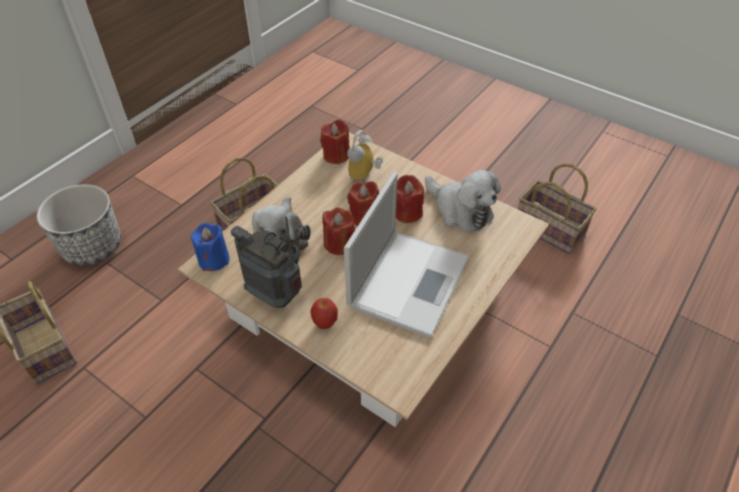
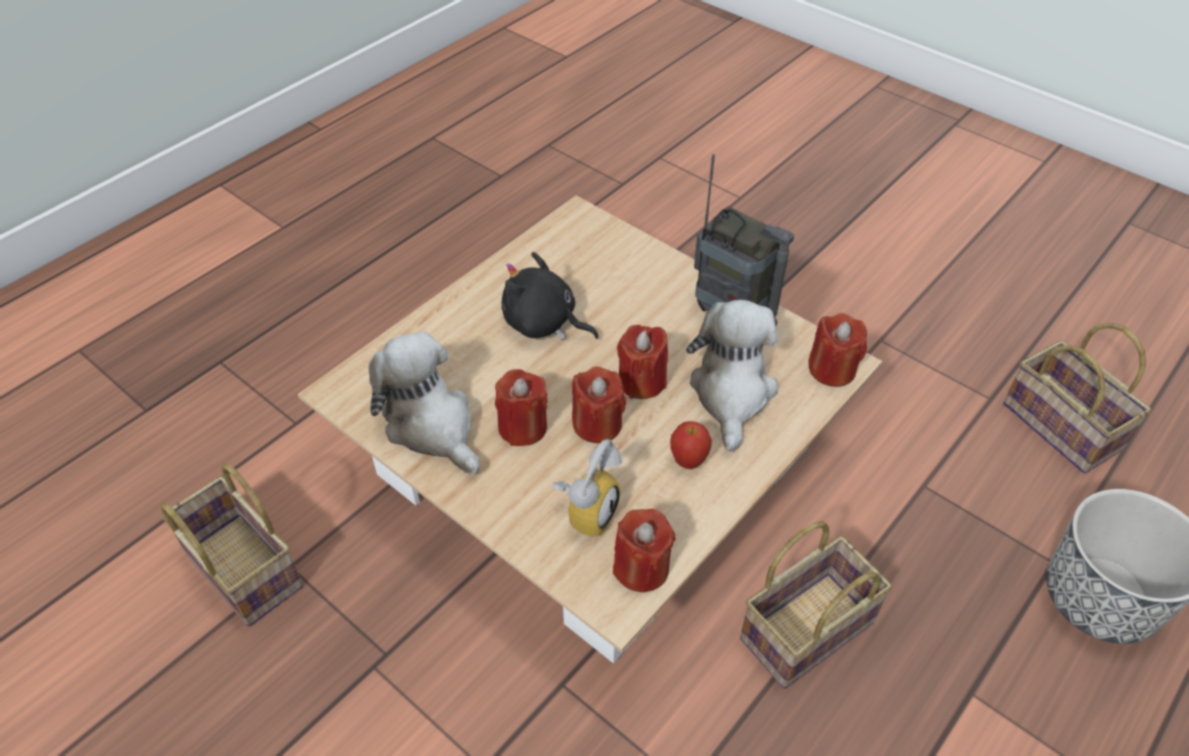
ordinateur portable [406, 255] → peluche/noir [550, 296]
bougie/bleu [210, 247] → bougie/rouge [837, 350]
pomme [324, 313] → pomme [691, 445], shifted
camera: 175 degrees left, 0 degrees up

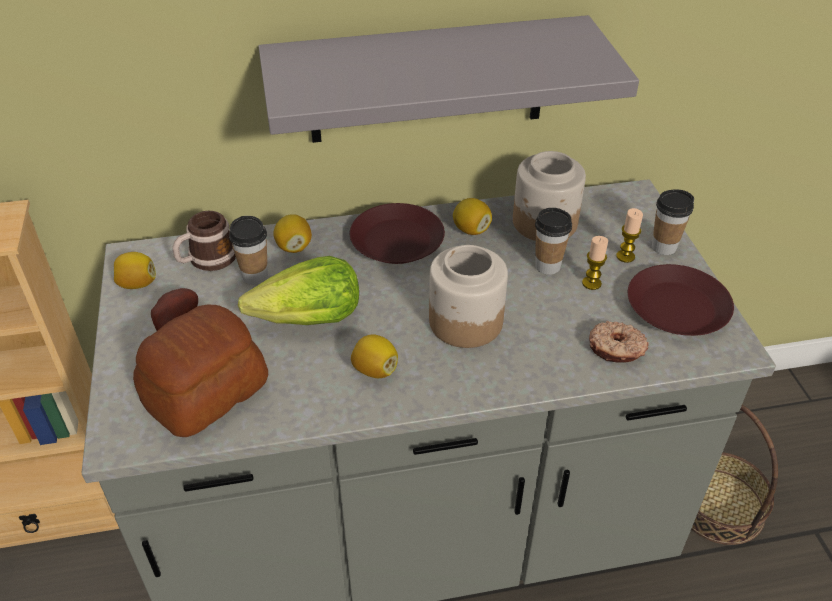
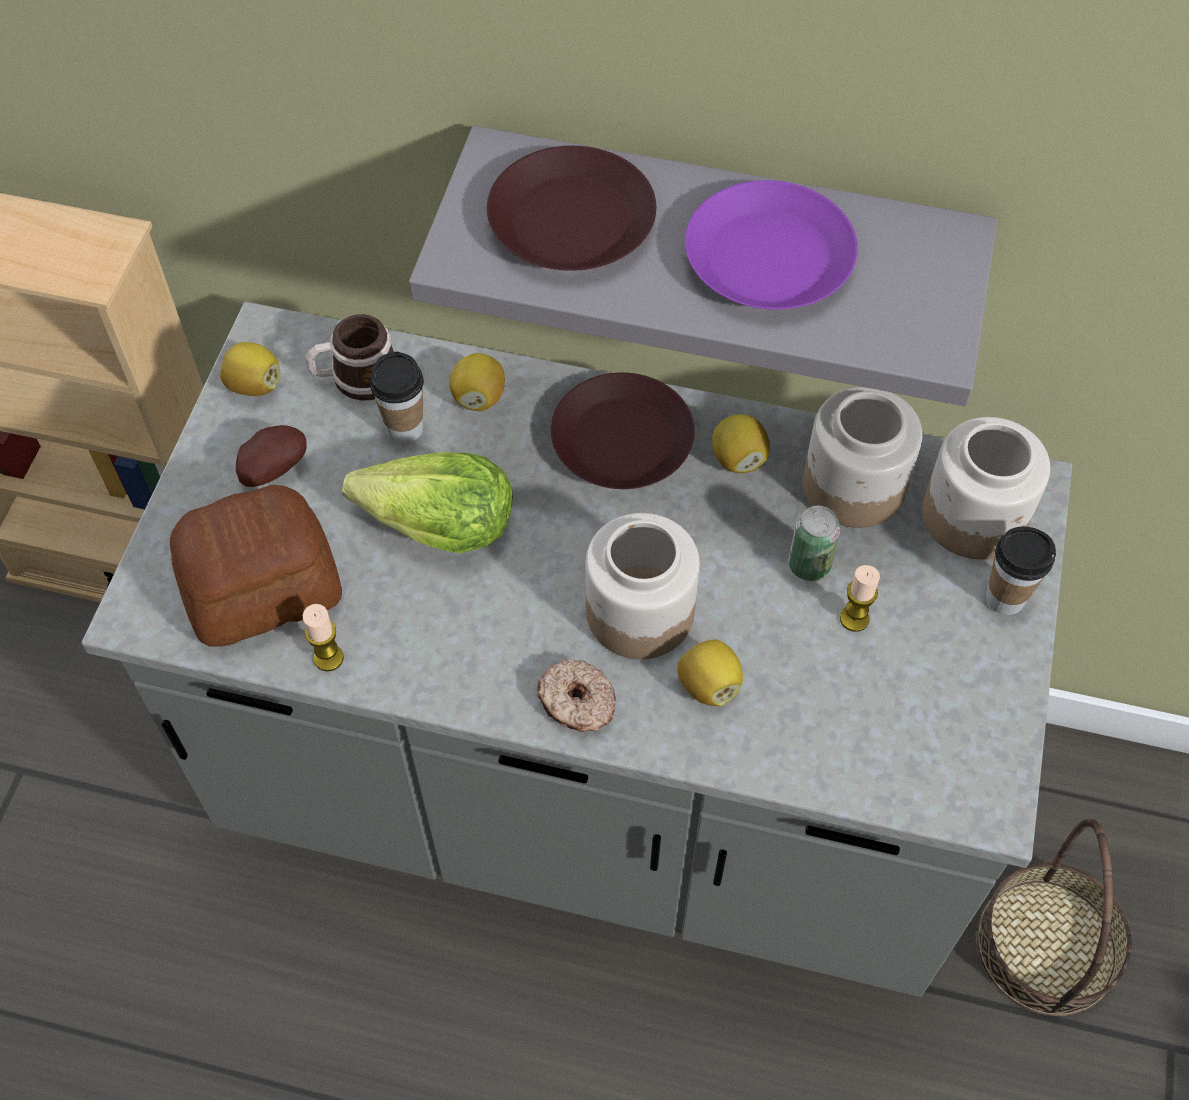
tasse [553, 241] → boîte métallique [814, 543]
bougie [629, 235] → bougie [323, 637], shifted
assiette/marron [681, 300] → assiette/marron [571, 208], shifted
beignet [619, 342] → beignet [576, 695], shifted
citron [374, 356] → citron [710, 673], shifted
- → assiette/violet [771, 245]
- → bocal [986, 488]
camera: 25 degrees right, 15 degrees up

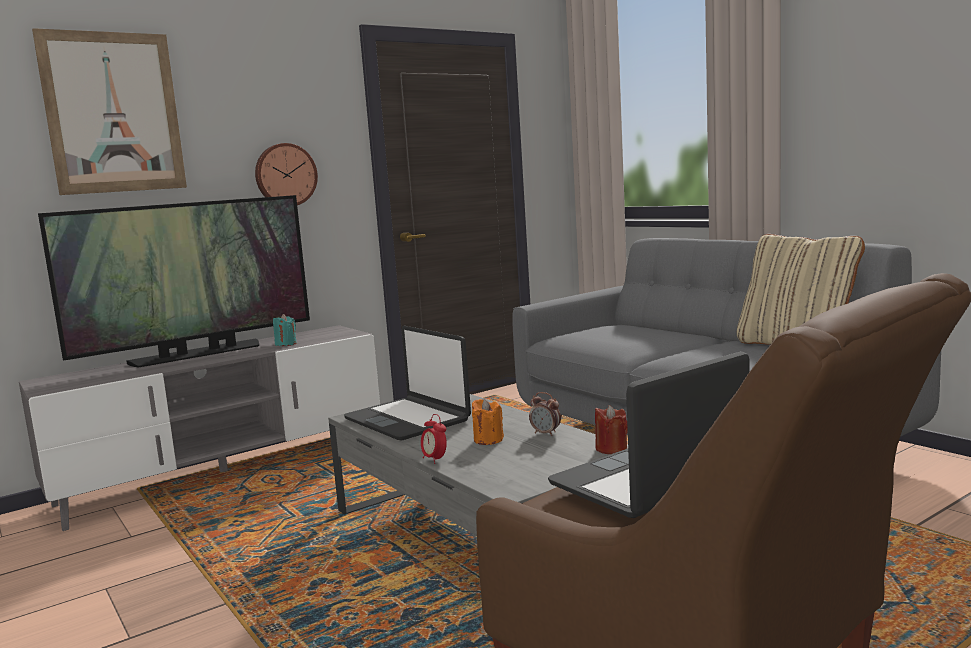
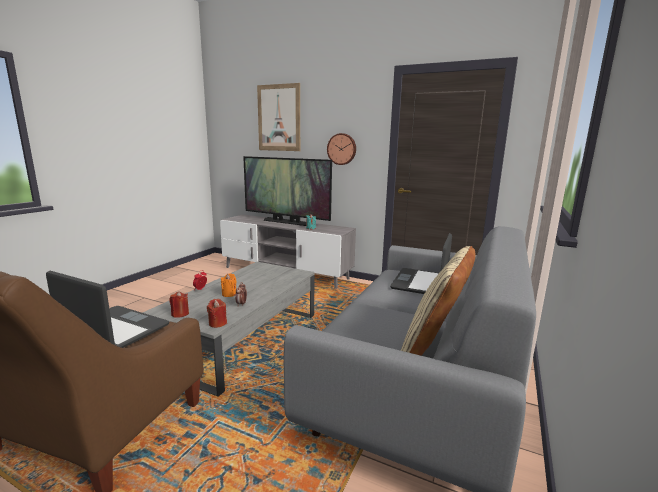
ordinateur portable [407, 383] → ordinateur portable [421, 263], shifted
- → bougie/rouge [179, 305]
camera: 60 degrees right, 5 degrees up

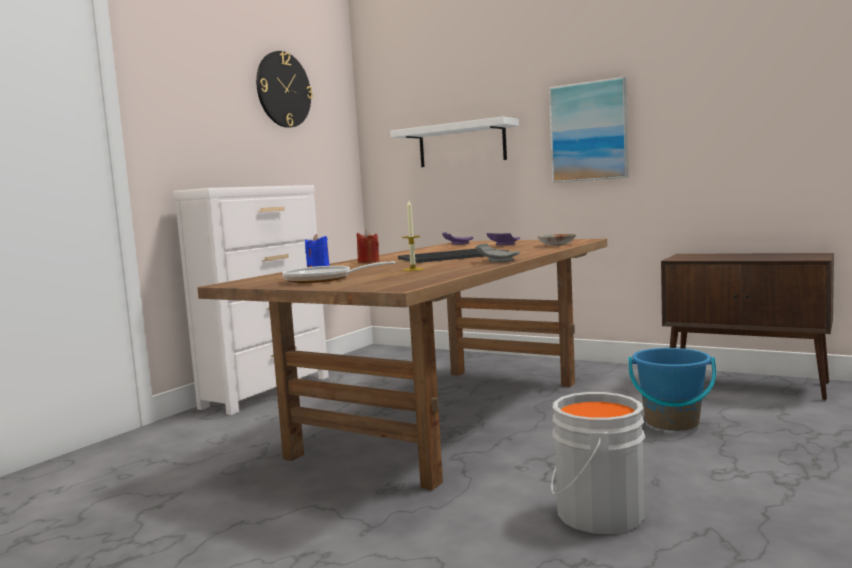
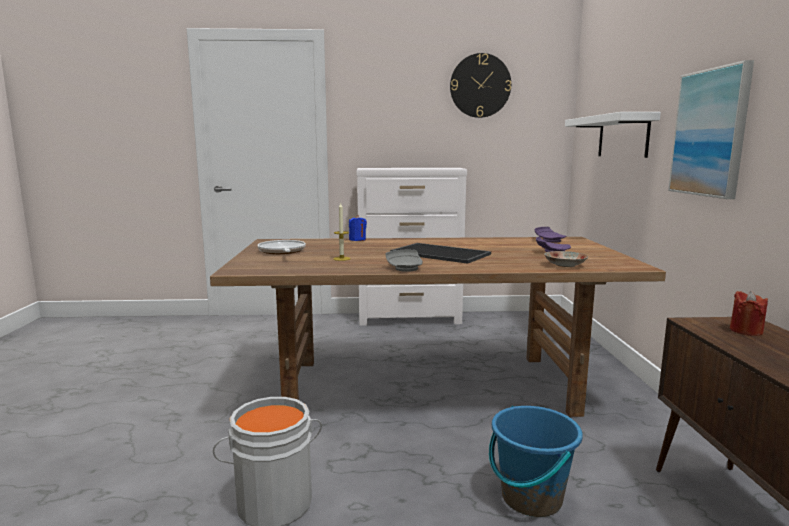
bougie/rouge [368, 246] → bougie/rouge [749, 313], shifted
camera: 55 degrees right, 5 degrees up

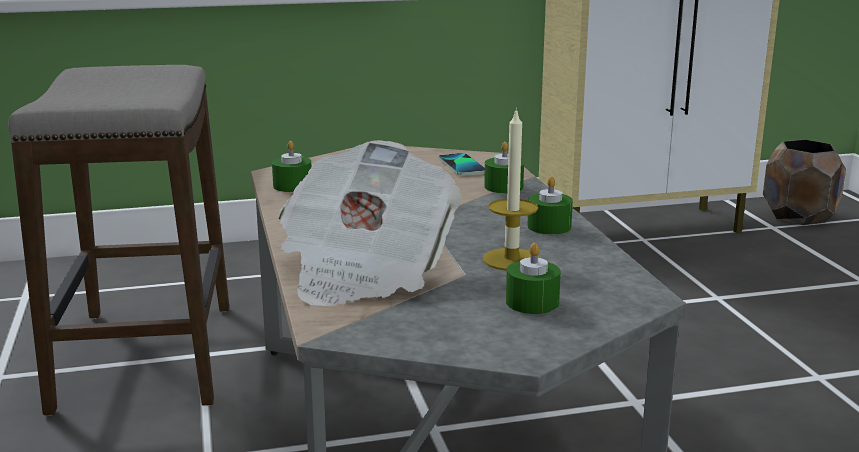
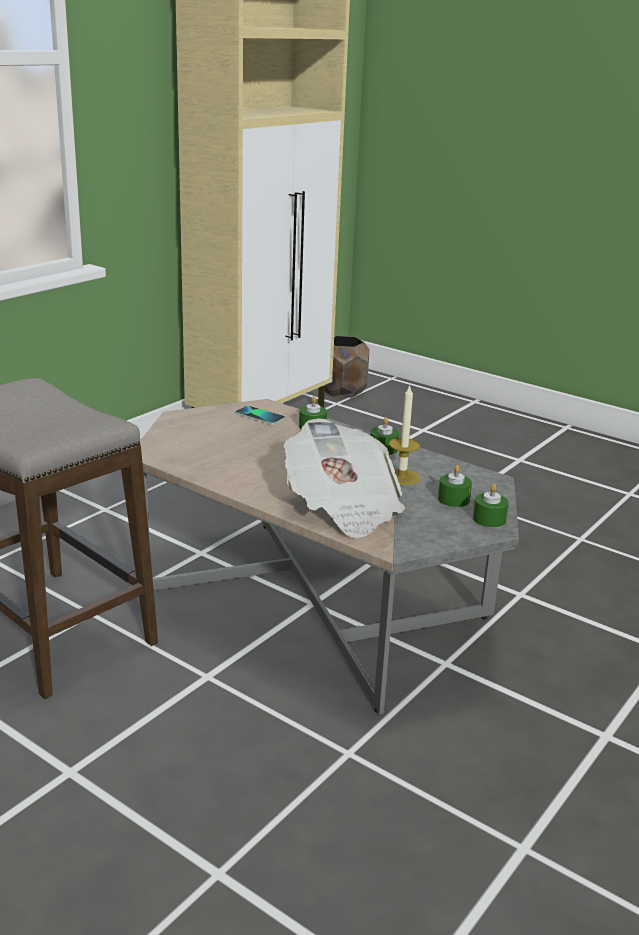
bougie/vert [291, 166] → bougie/vert [491, 506], shifted
camera: 40 degrees left, 5 degrees up

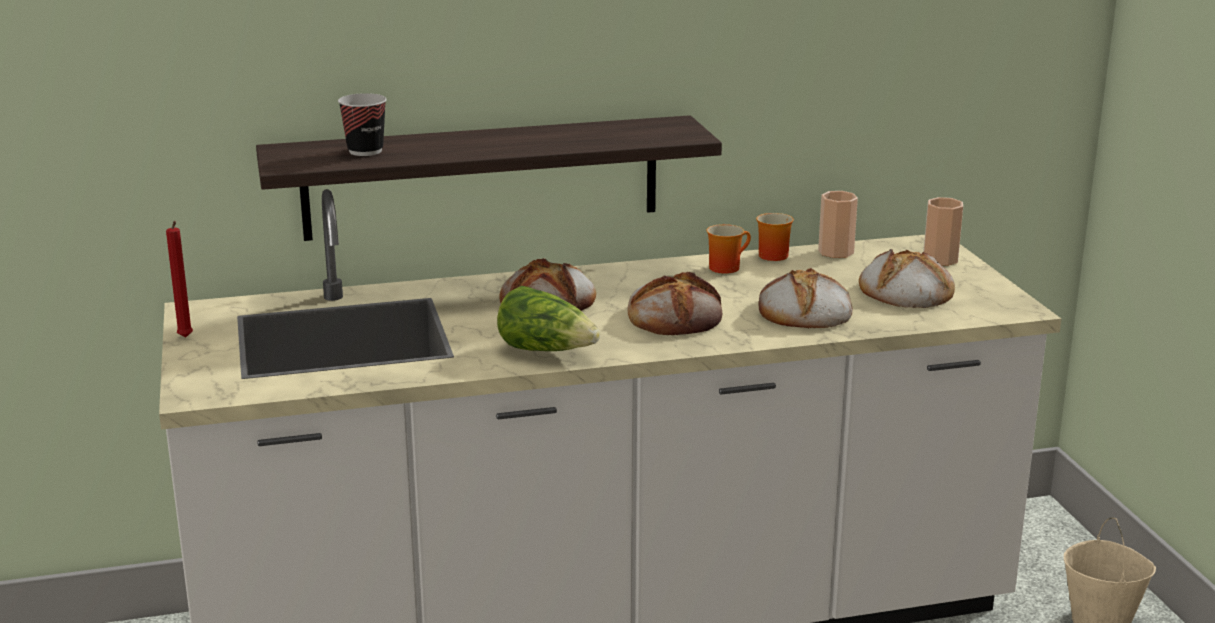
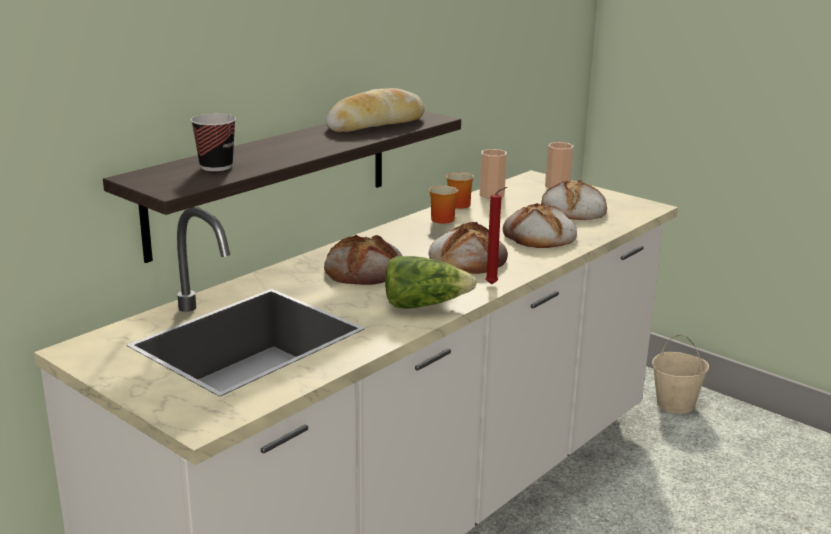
bougie/rouge [179, 279] → bougie/rouge [496, 236], shifted
- → pain [375, 110]
camera: 35 degrees left, 0 degrees up

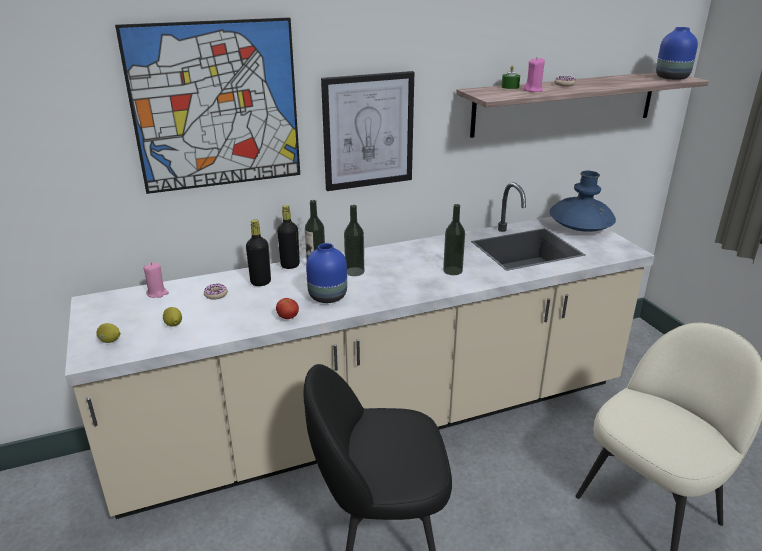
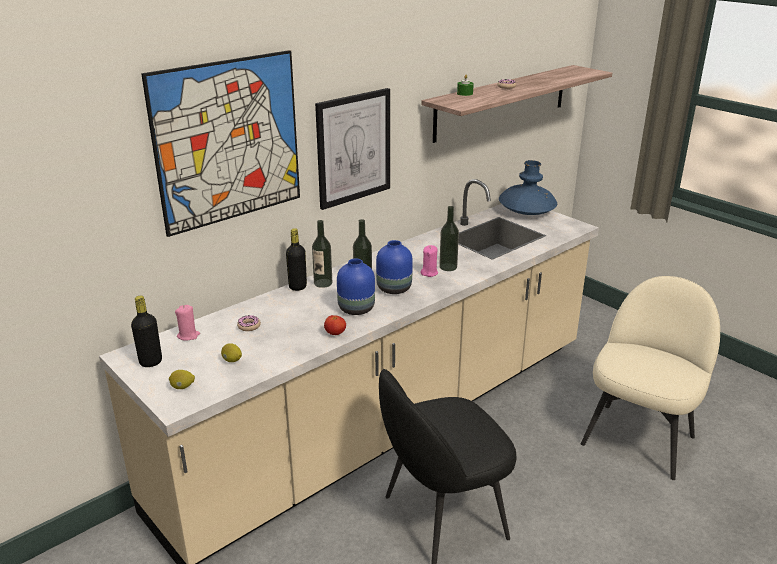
vase/bleu [677, 53] → vase/bleu [394, 267], shifted
bougie/rose [534, 75] → bougie/rose [429, 261], shifted
bouteille/noir [258, 253] → bouteille/noir [146, 331], shifted
camera: 20 degrees left, 0 degrees up

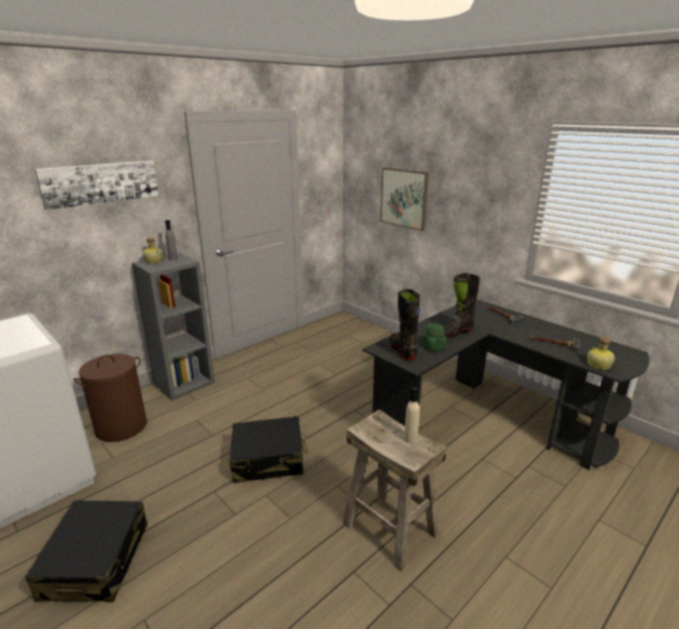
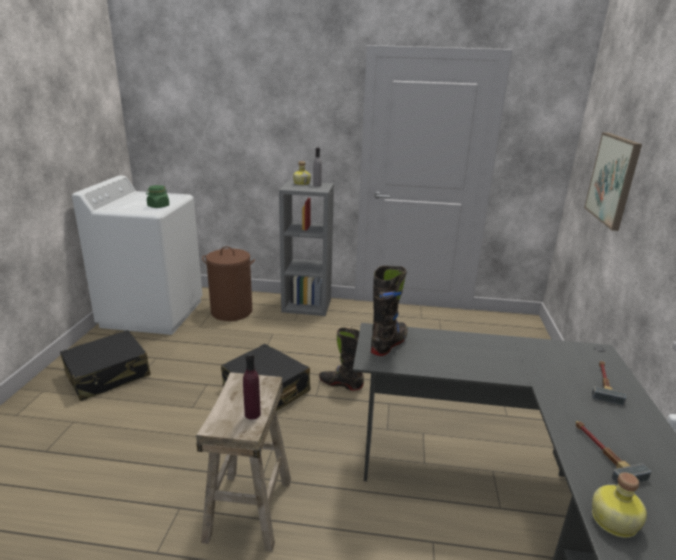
tableau [96, 185] → -
botte/noir [461, 305] → botte/noir [341, 358], shifted
bocal/vert [434, 337] → bocal/vert [157, 196], shifted
bouteille/beige [412, 415] → bouteille/violet [252, 386]
camera: 50 degrees right, 0 degrees up

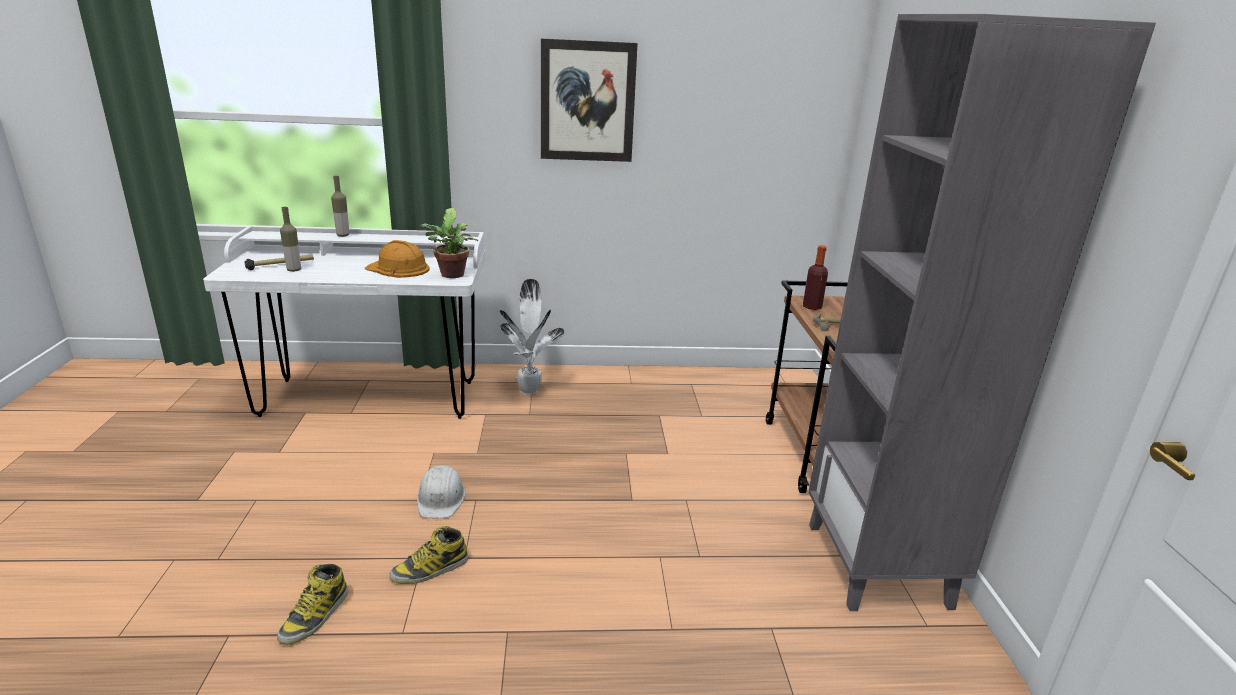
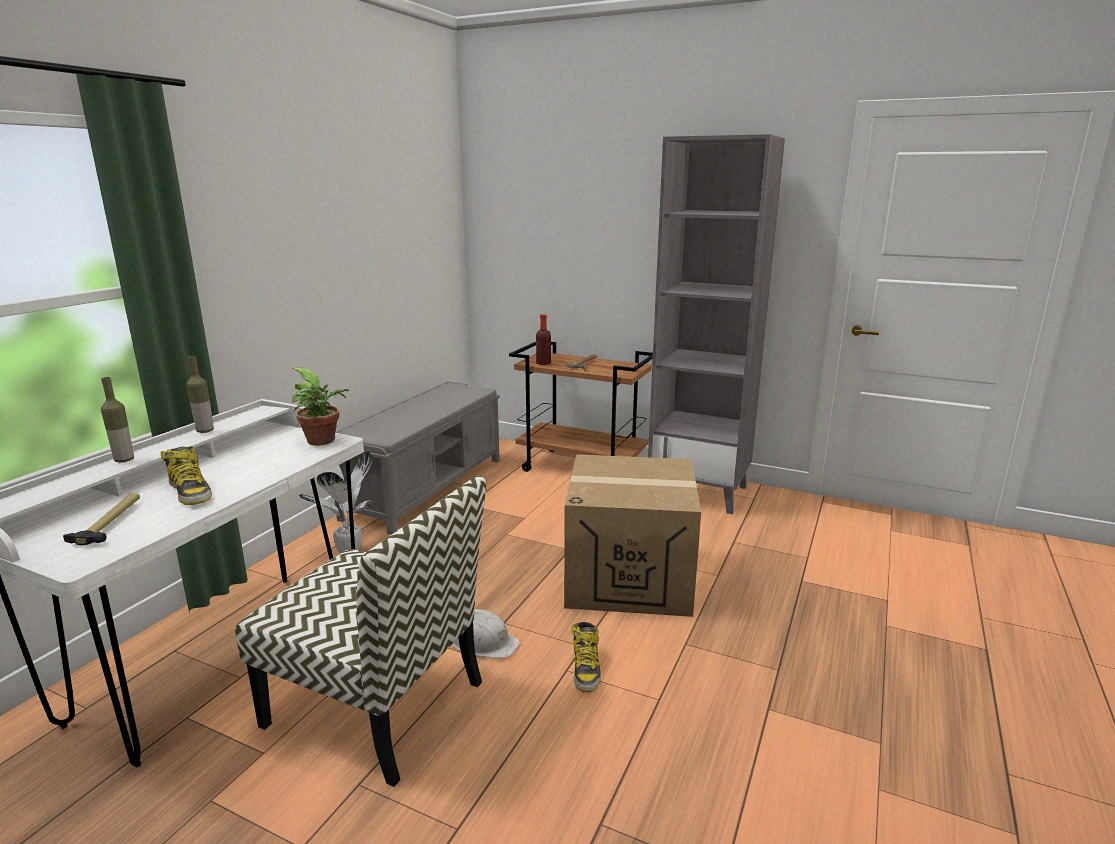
tableau [589, 100] → -
bouteille [290, 239] → bouteille [200, 394], shifted
casque de chantier/orange [397, 259] → -
botte [312, 604] → botte [186, 475], shifted
- → banc/gris [417, 458]
- → carton [632, 535]
- → chaise [360, 631]
camera: 60 degrees left, 5 degrees down

